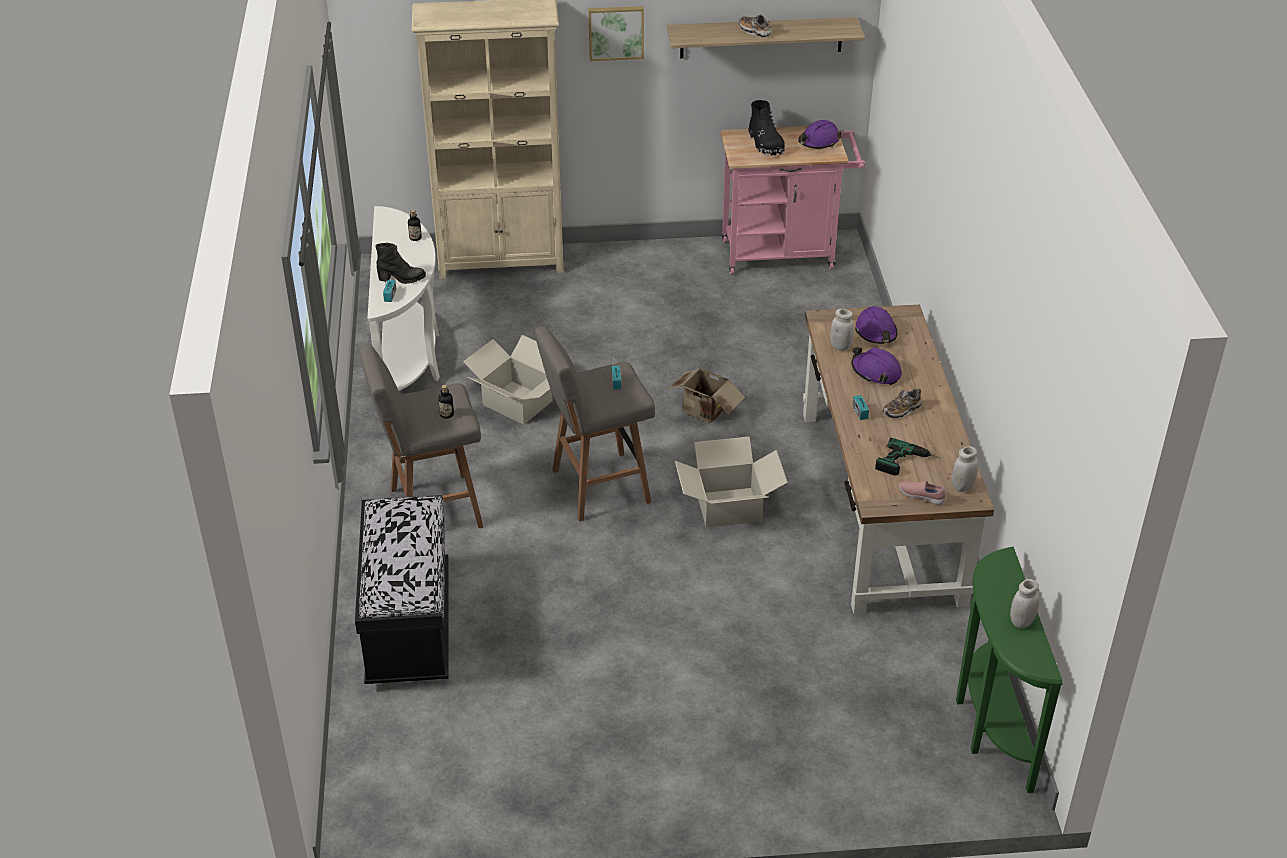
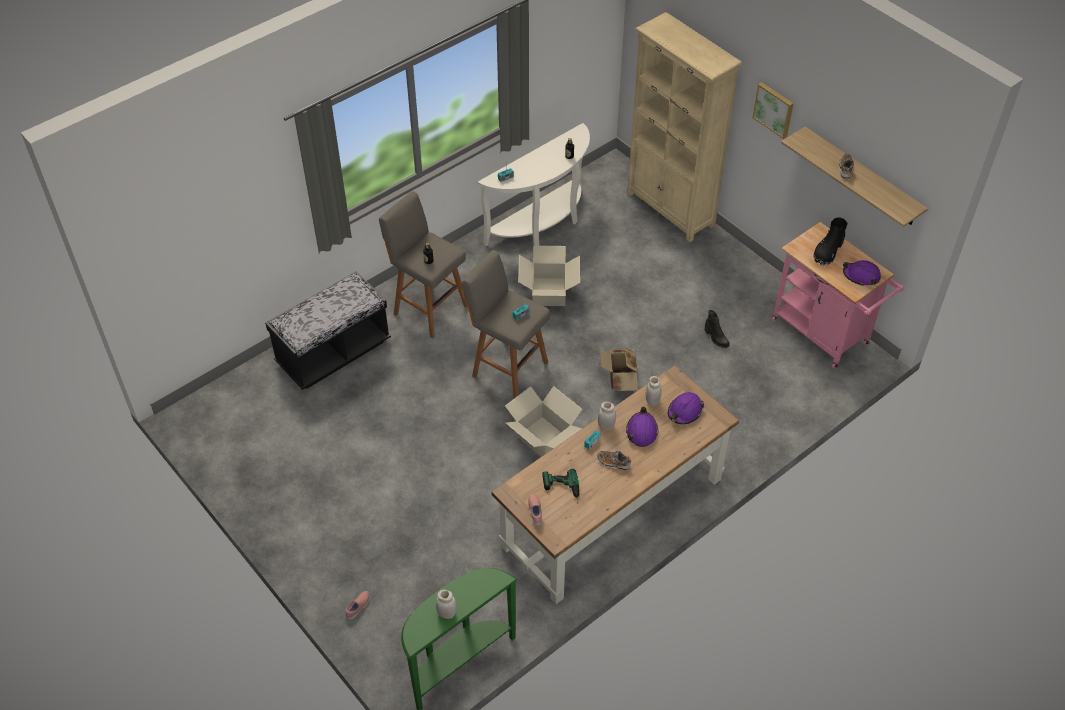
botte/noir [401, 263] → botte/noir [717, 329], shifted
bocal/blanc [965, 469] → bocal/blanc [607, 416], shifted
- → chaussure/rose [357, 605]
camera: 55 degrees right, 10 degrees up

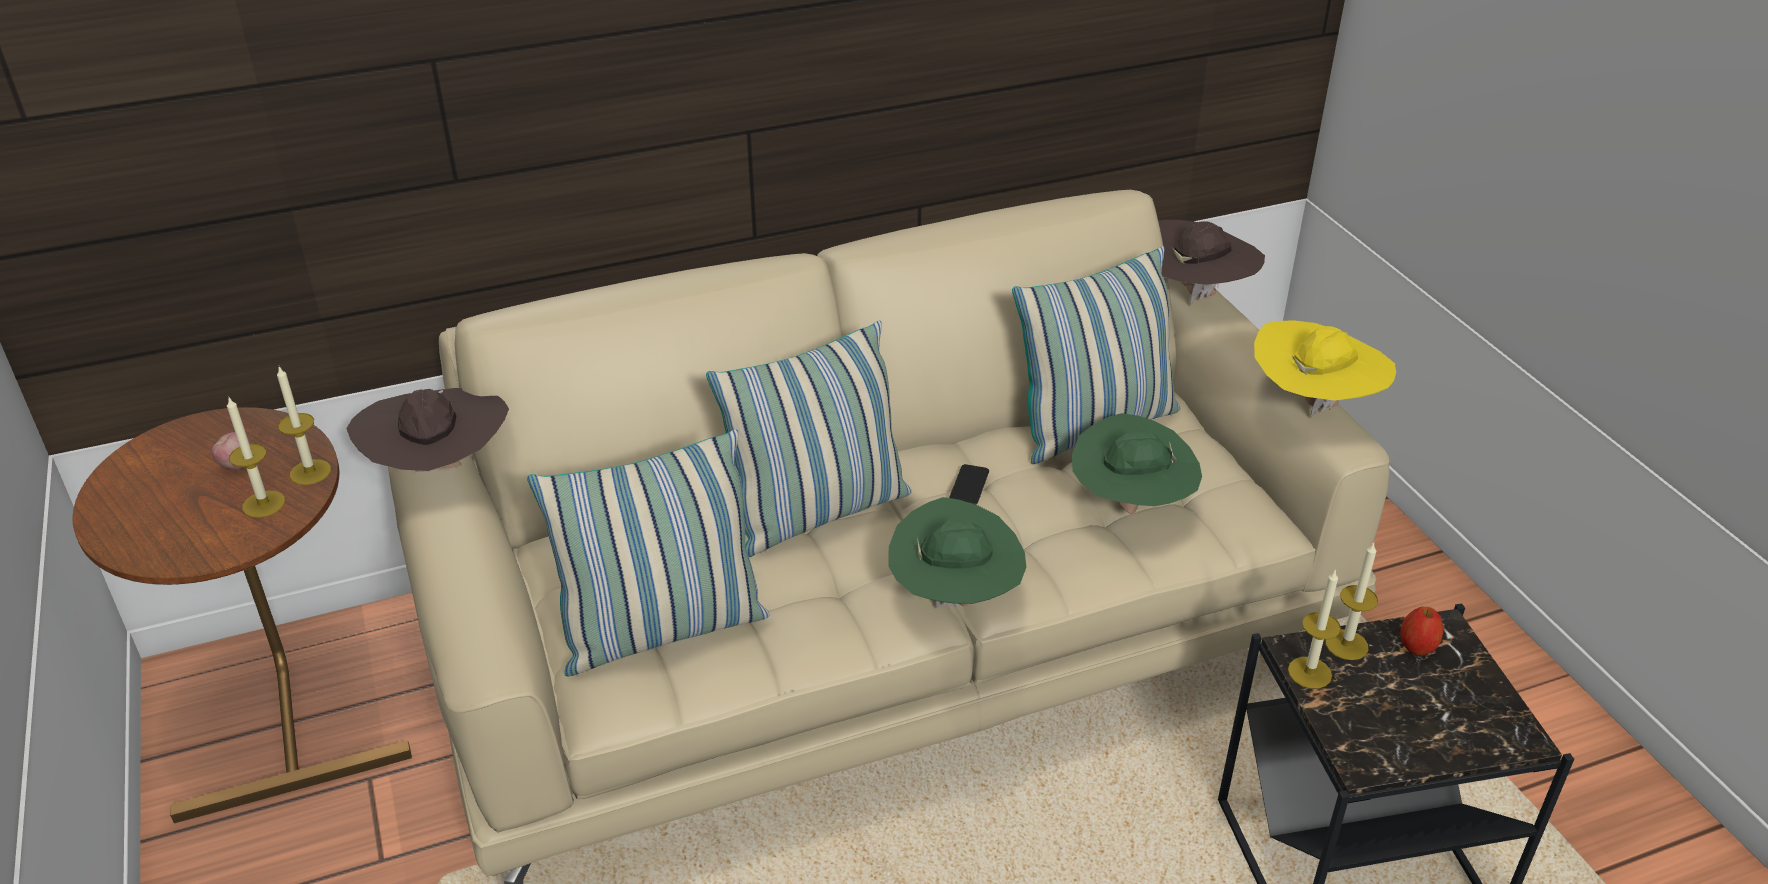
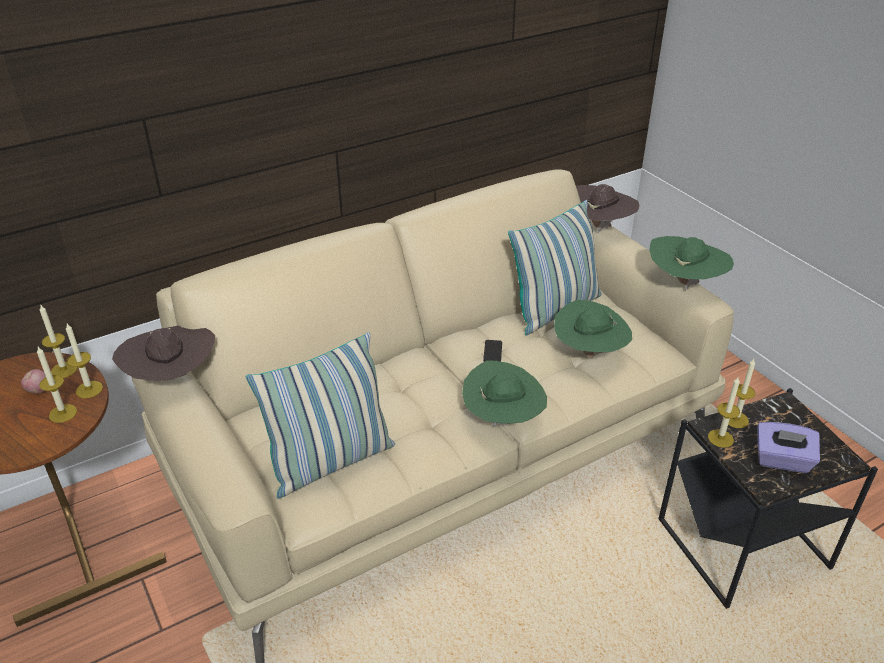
chapeau/jaune [1325, 368] → chapeau/vert [691, 263]
coussin [809, 439] → -
pomme [1422, 631] → -
- → bougie [58, 341]
- → boîte à mouchoirs/violet [788, 447]
camera: 10 degrees left, 0 degrees up

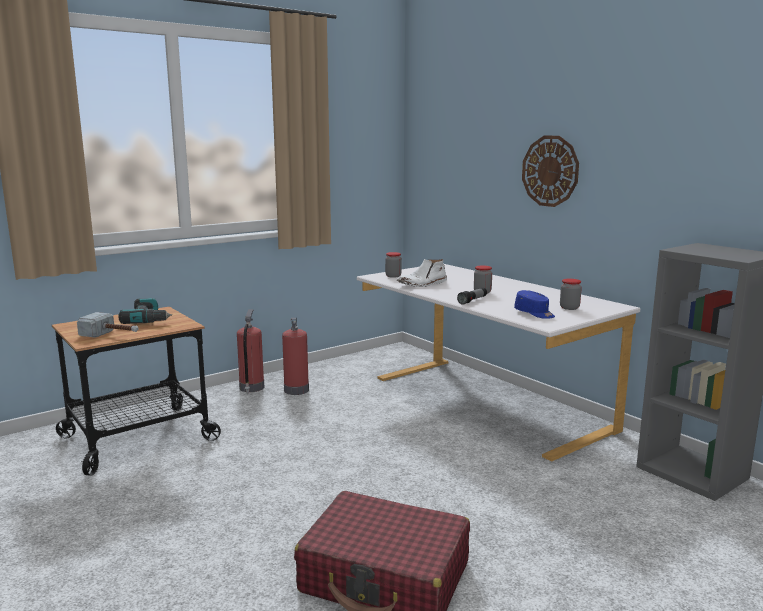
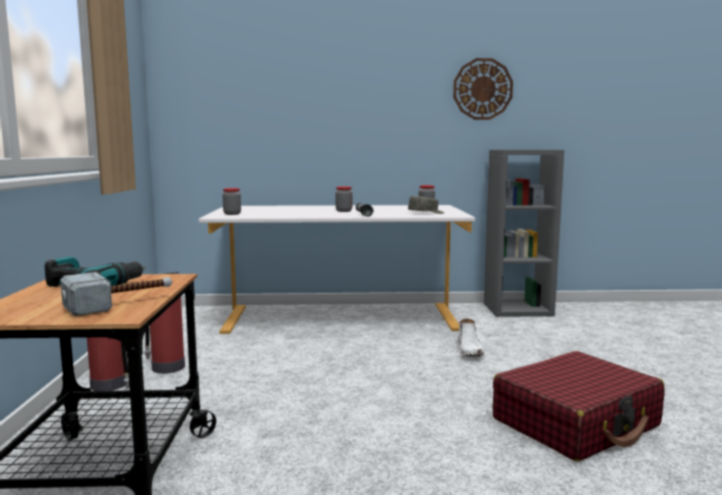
horloge murale [550, 171] → horloge murale [483, 89], shifted
botte/blanc [422, 273] → botte/blanc [471, 337], shifted
casquette/bleu [534, 304] → casquette/gris [426, 205]
camera: 55 degrees left, 5 degrees down

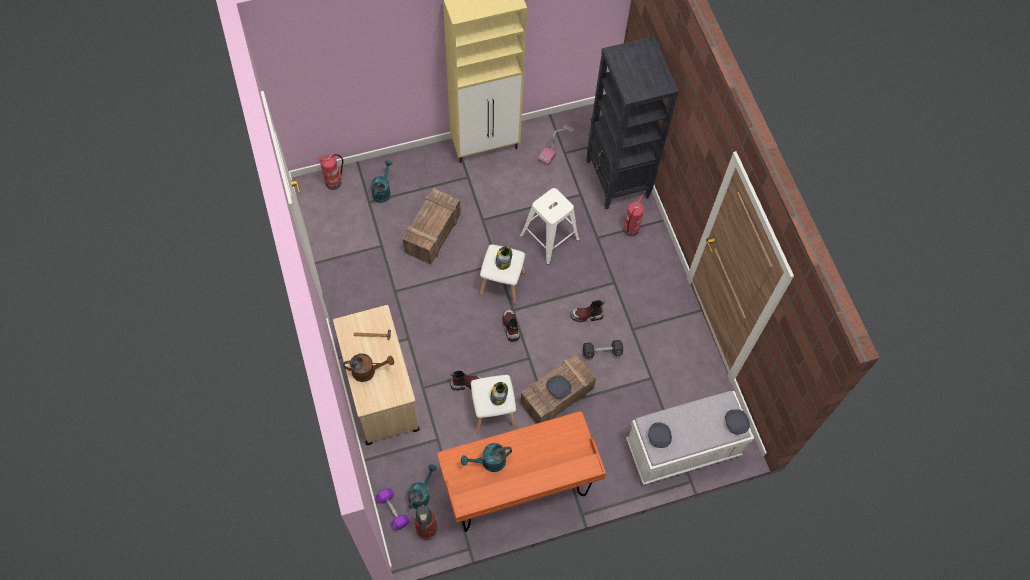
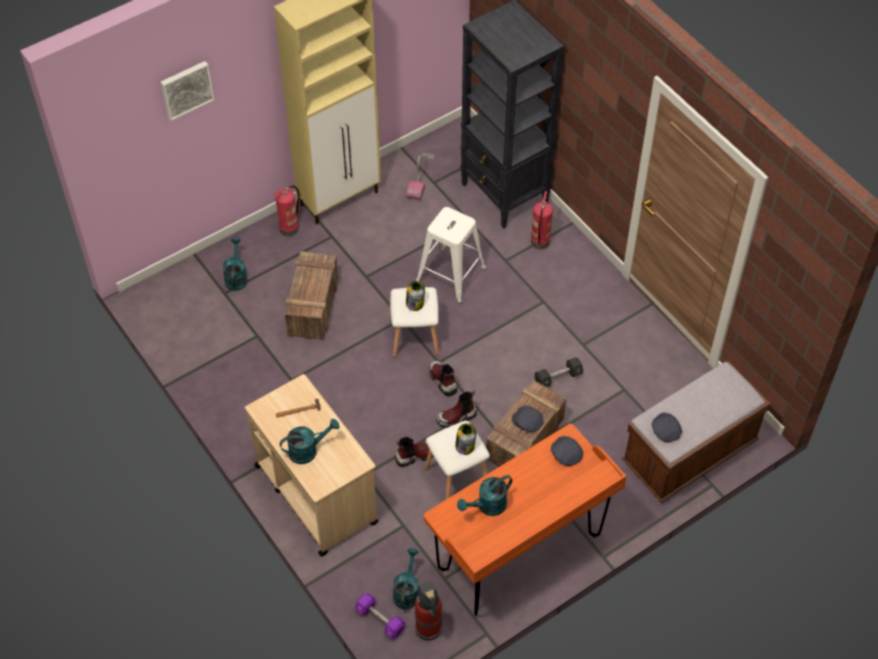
extincteur [329, 172] → extincteur [287, 210], shifted
botte [588, 311] → botte [456, 409], shifted
arrosoir/marron [368, 367] → arrosoir/turquoise [310, 441]
banc/blanc [690, 438] → banc/marron [696, 432]
casquette/gris [737, 422] → casquette/gris [567, 451], shifted
- → tableau [187, 91]
camera: 15 degrees left, 10 degrees down

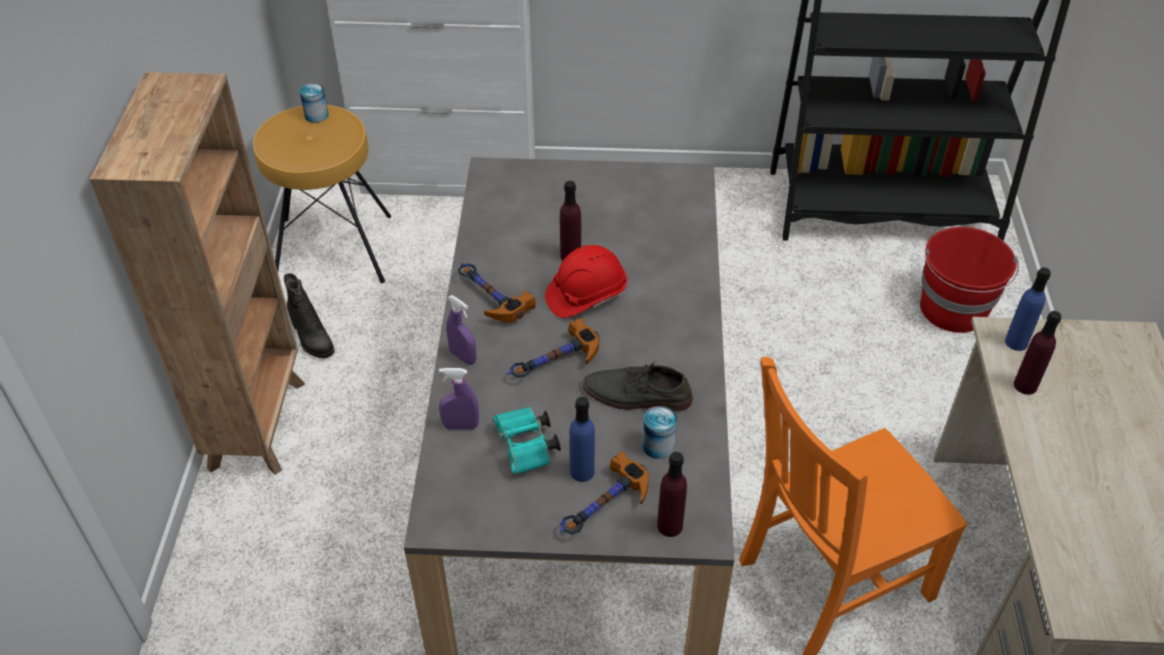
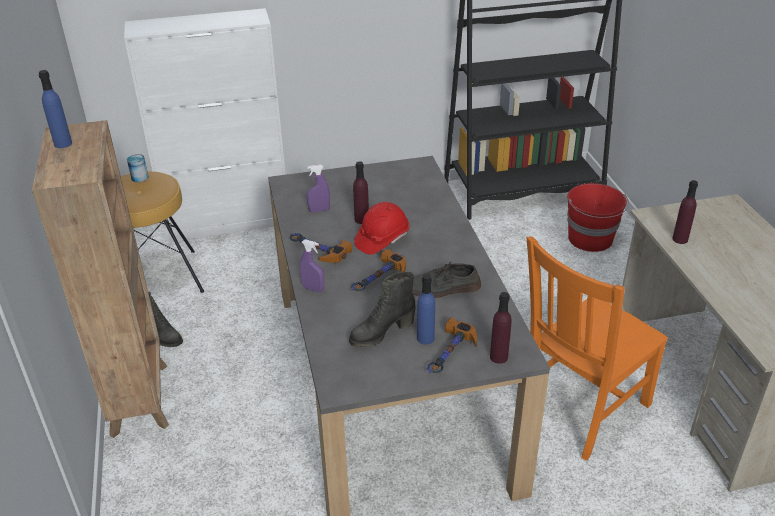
bouteille/bleu [1028, 309] → bouteille/bleu [55, 109], shifted
vaporisateur/violet [459, 399] → vaporisateur/violet [318, 188], shifted
boîte métallique [659, 432] → -
jumelles/turquoise [527, 441] → botte/noir [382, 309]
camera: 15 degrees left, 10 degrees down

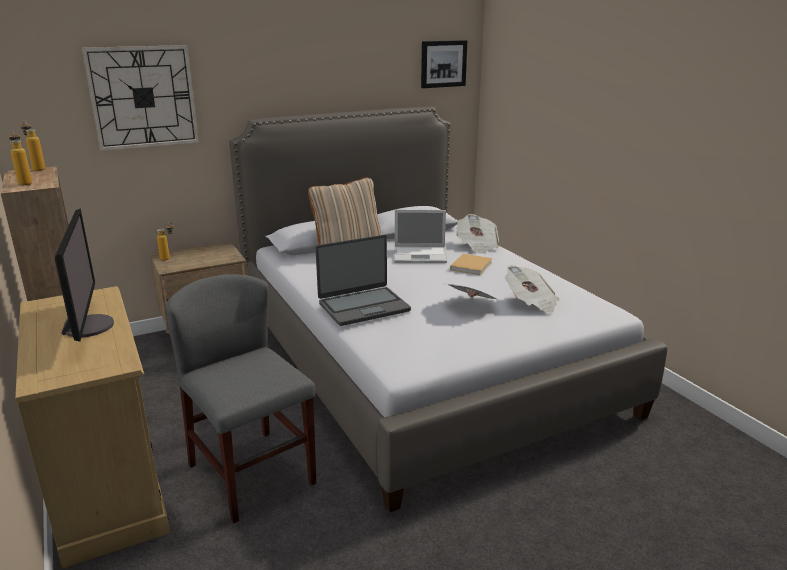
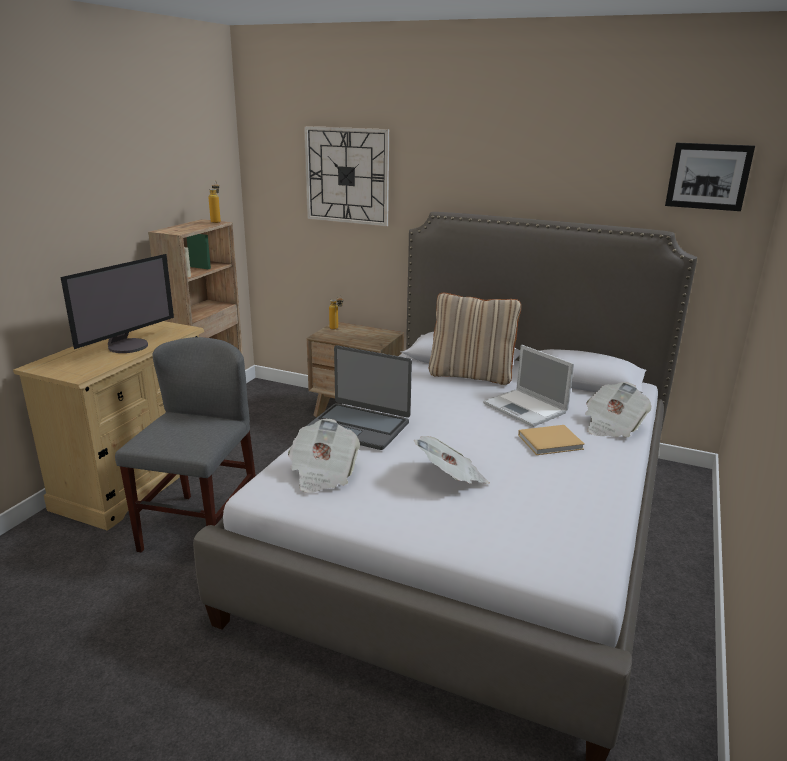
bouteille [20, 157] → -
journal [532, 289] → journal [324, 456], shifted
camera: 50 degrees right, 0 degrees up

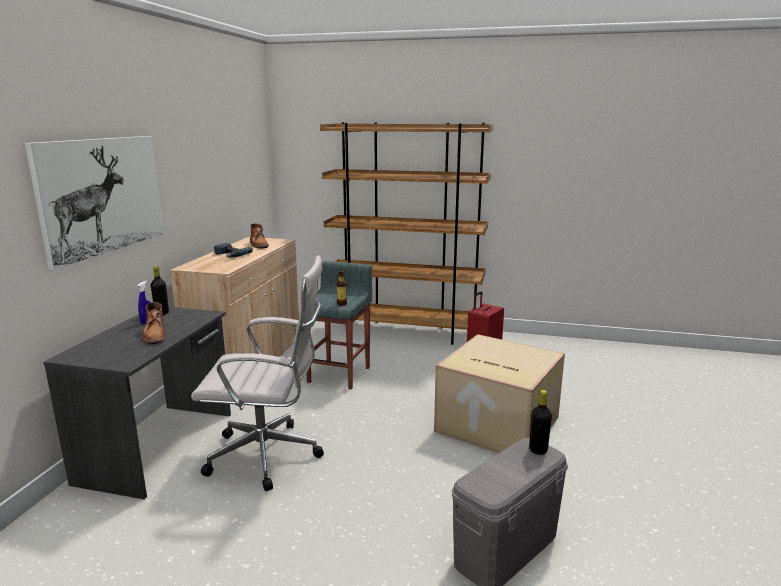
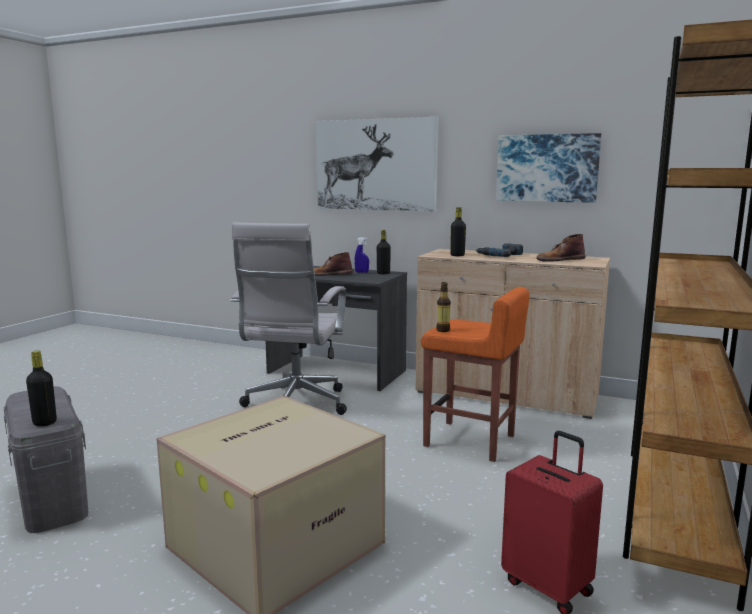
tabouret/gris [339, 325] → tabouret/orange [475, 374]
- → tableau [548, 168]
- → bouteille/noir [458, 231]
camera: 100 degrees right, 5 degrees down

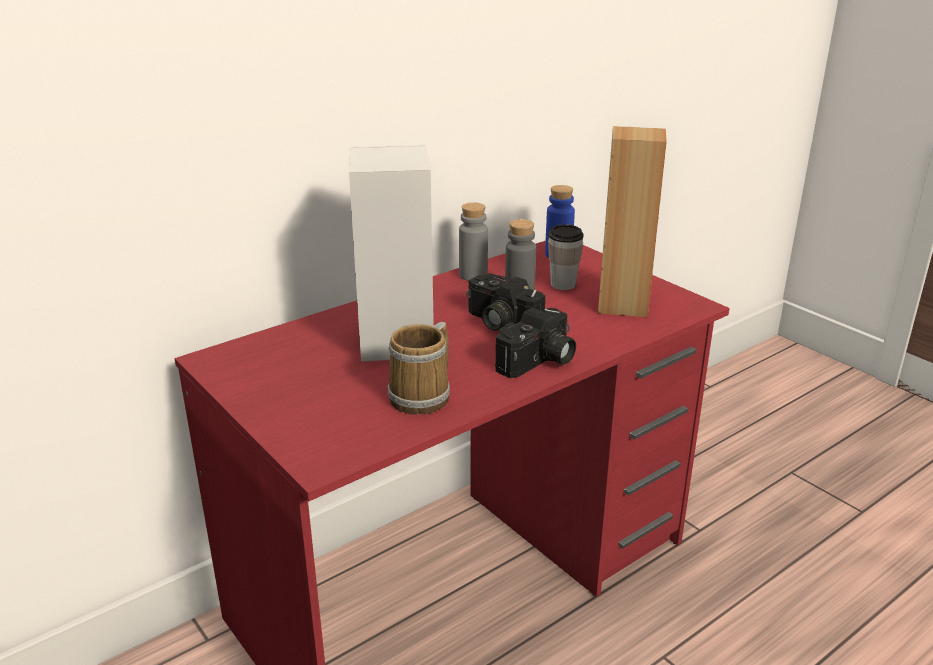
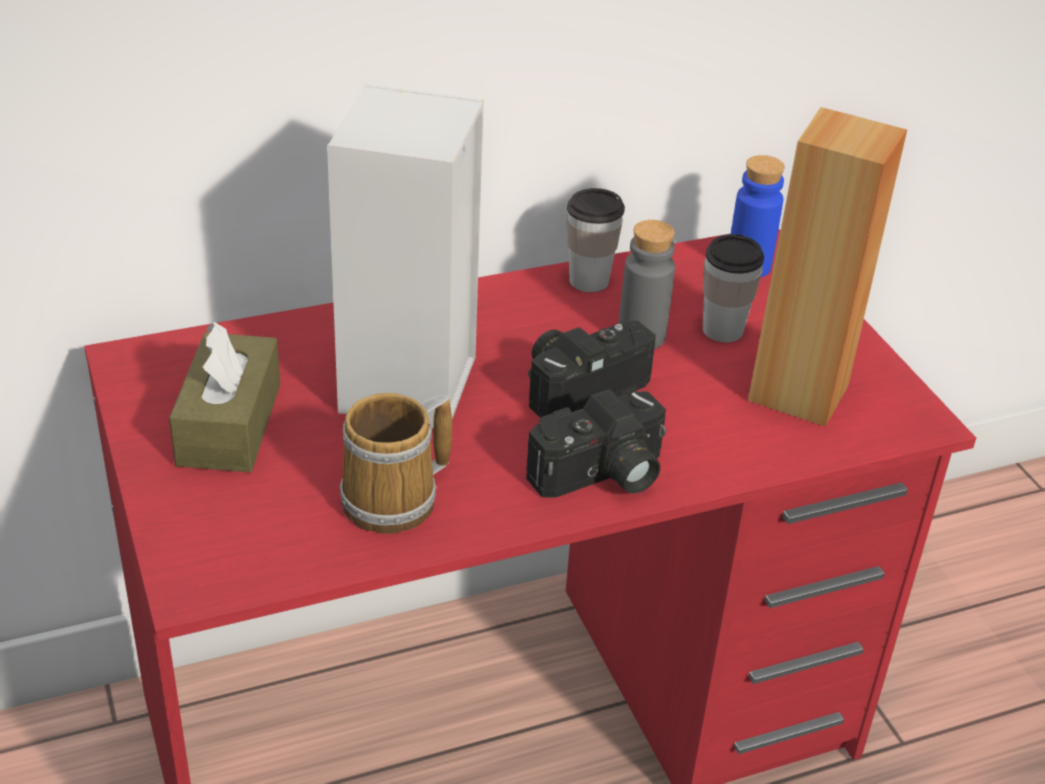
bouteille/gris [473, 241] → tasse [596, 240]
appareil photo [505, 302] → appareil photo [592, 369], 90 degrees clockwise
- → boîte à mouchoirs/marron [224, 397]
camera: 15 degrees right, 10 degrees up

